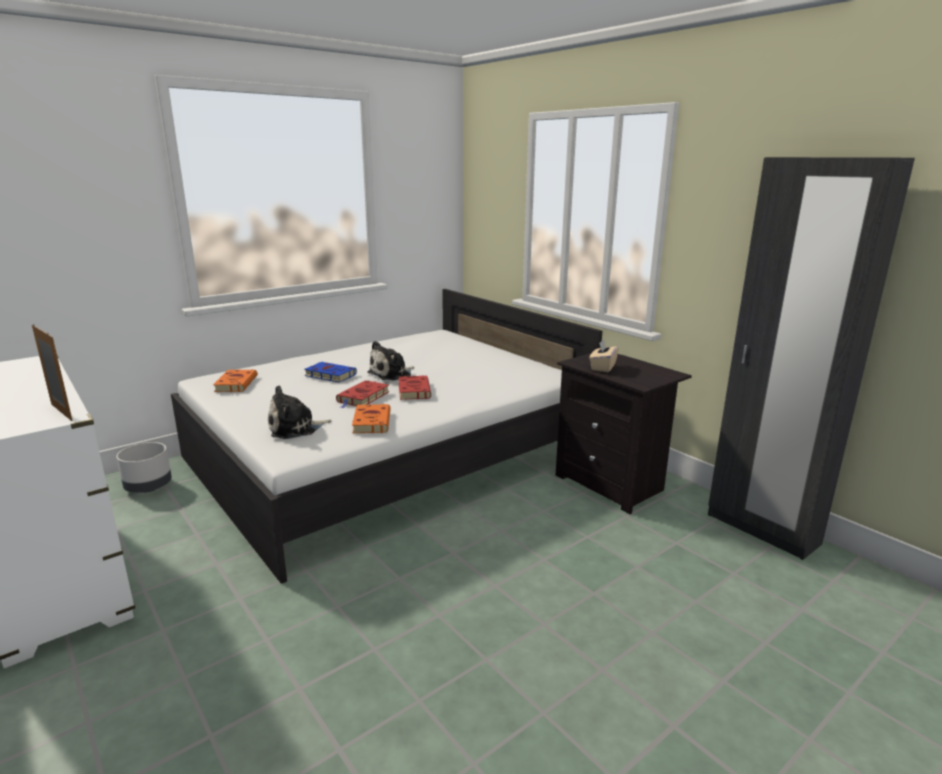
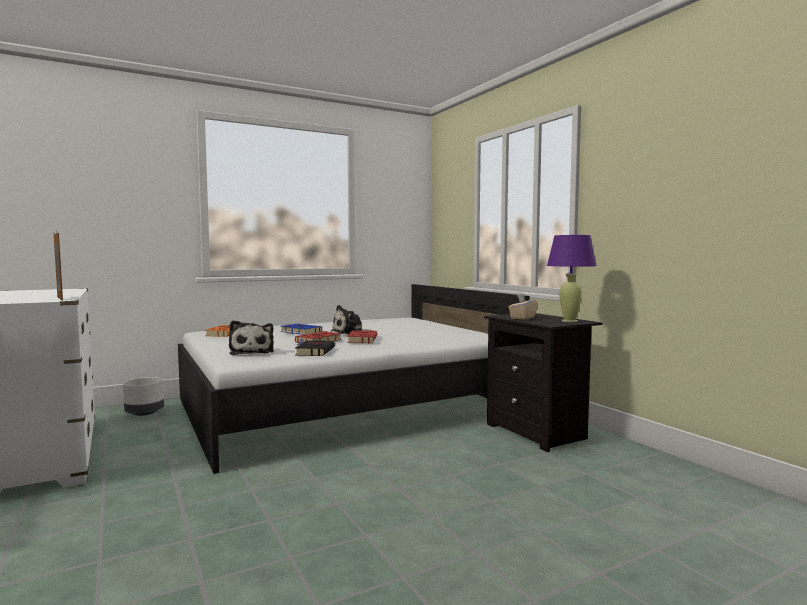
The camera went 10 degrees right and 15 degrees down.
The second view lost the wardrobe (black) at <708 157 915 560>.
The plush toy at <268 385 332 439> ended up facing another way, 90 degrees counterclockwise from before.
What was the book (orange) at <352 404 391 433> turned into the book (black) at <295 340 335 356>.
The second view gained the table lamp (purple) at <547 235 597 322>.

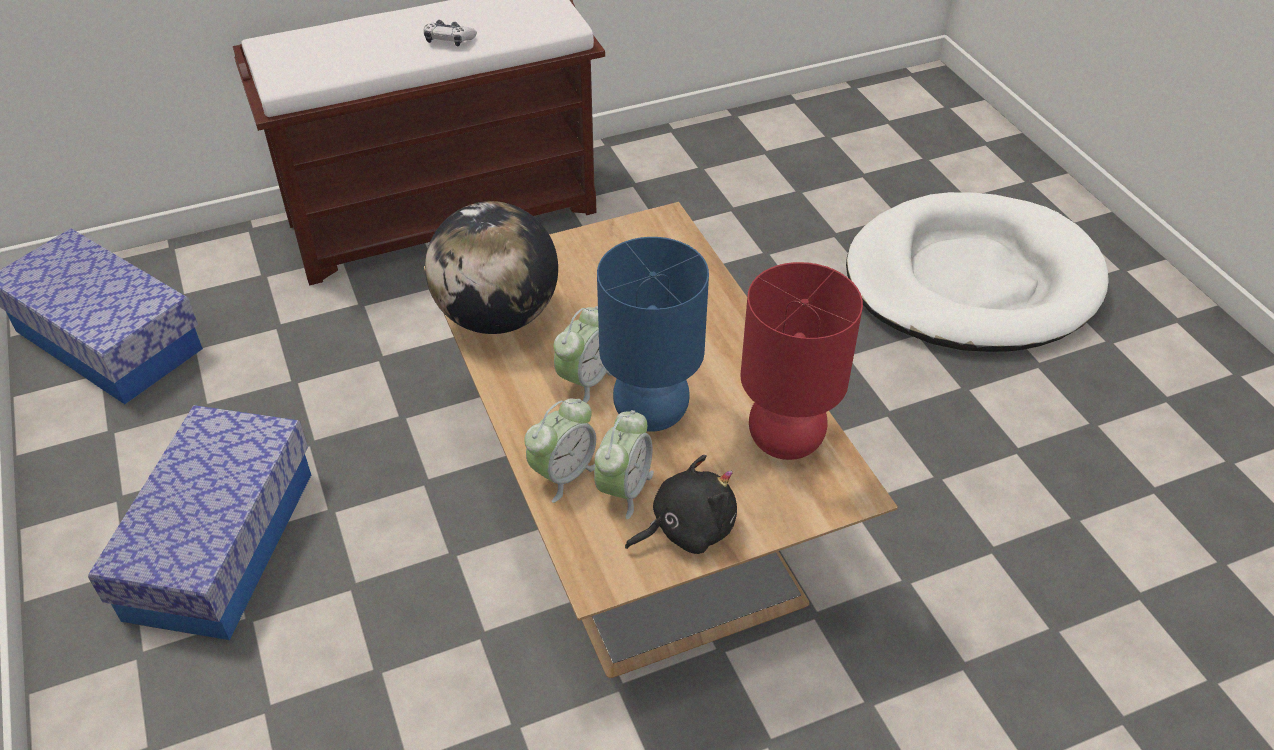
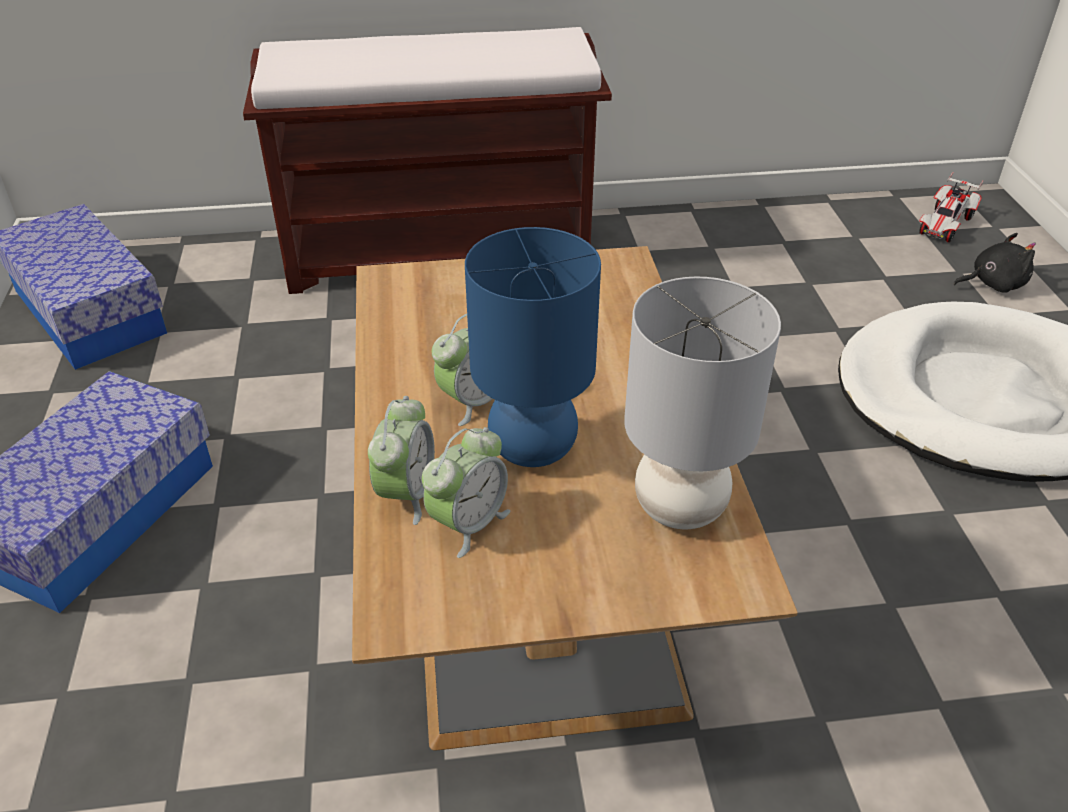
The camera went 15 degrees right and 5 degrees down.
The second view lost the game controller at <424 20 477 46>.
The second view lost the globe at <425 201 558 334>.
What was the table lamp (red) at <740 262 863 460> turned into the table lamp (grey) at <624 277 781 529>.
The alarm clock at <524 399 596 503> ended up facing another way, 45 degrees counterclockwise from before.
The plush toy (black) ended up elsewhere, having gone from <625 455 737 554> to <953 233 1036 293>.
The second view gained the toy car at <919 172 984 242>.

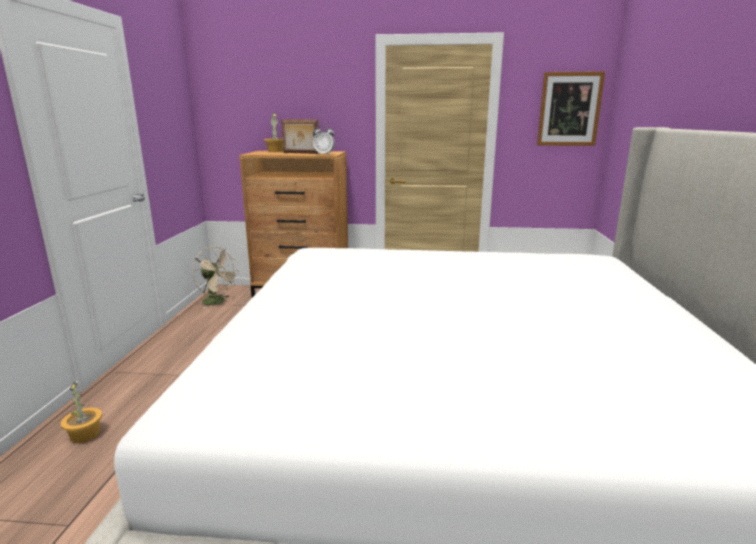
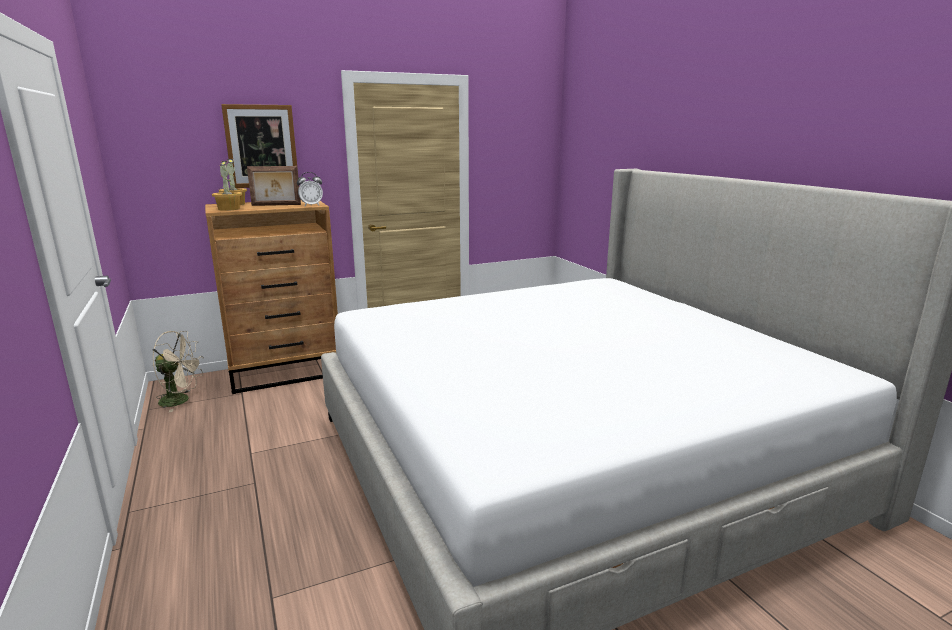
The camera went 30 degrees left and 0 degrees up.
The picture ended up elsewhere, having gone from <537 71 605 146> to <221 104 297 188>.
The potted plant ended up elsewhere, having gone from <61 382 103 443> to <212 161 242 211>.

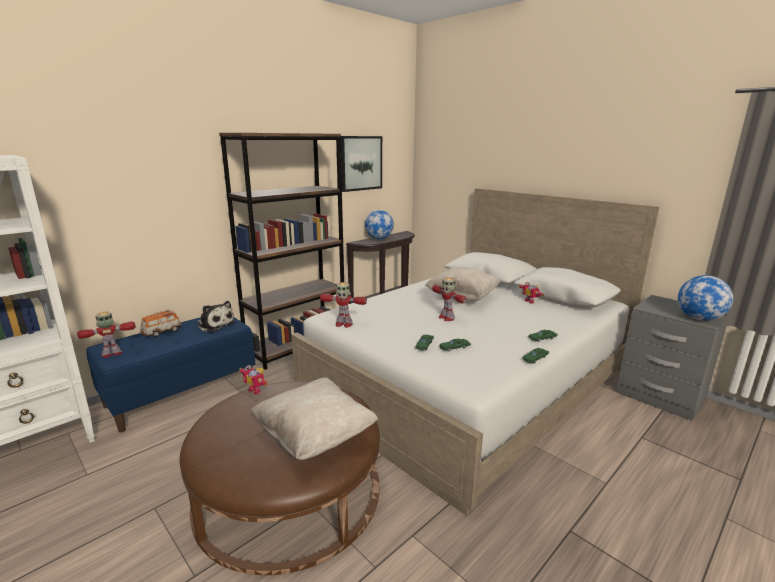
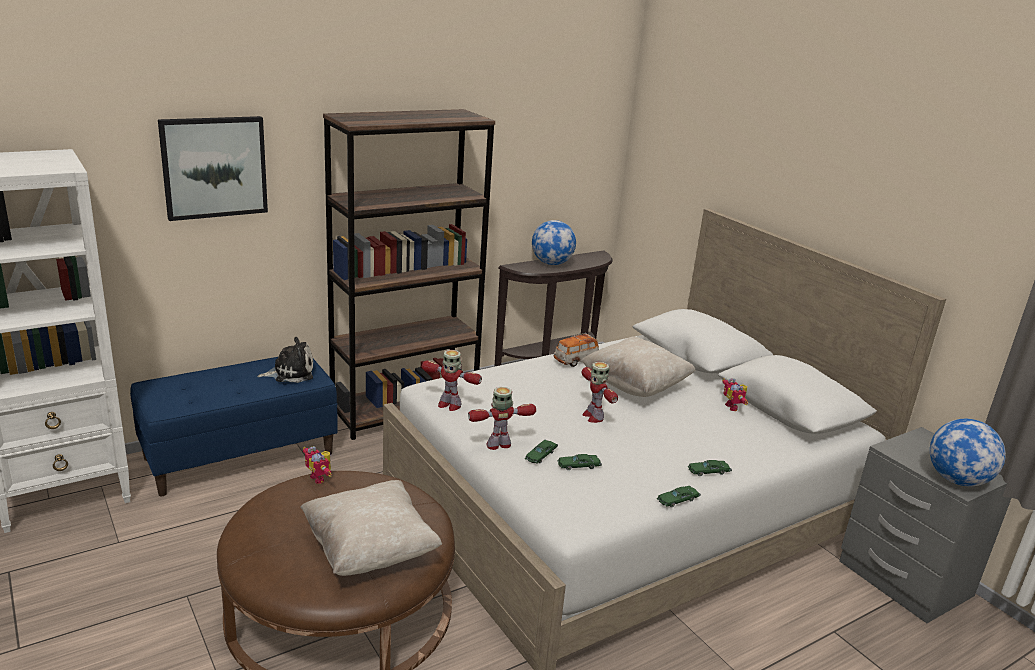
The camera went 10 degrees right and 5 degrees up.
The picture ended up elsewhere, having gone from <340 136 382 192> to <158 116 268 221>.
The plush toy at <197 301 235 332> ended up facing another way, 60 degrees counterclockwise from before.
The toy car ended up elsewhere, having gone from <140 309 181 337> to <554 333 599 367>.
The toy robot ended up elsewhere, having gone from <77 312 136 358> to <468 387 536 450>.

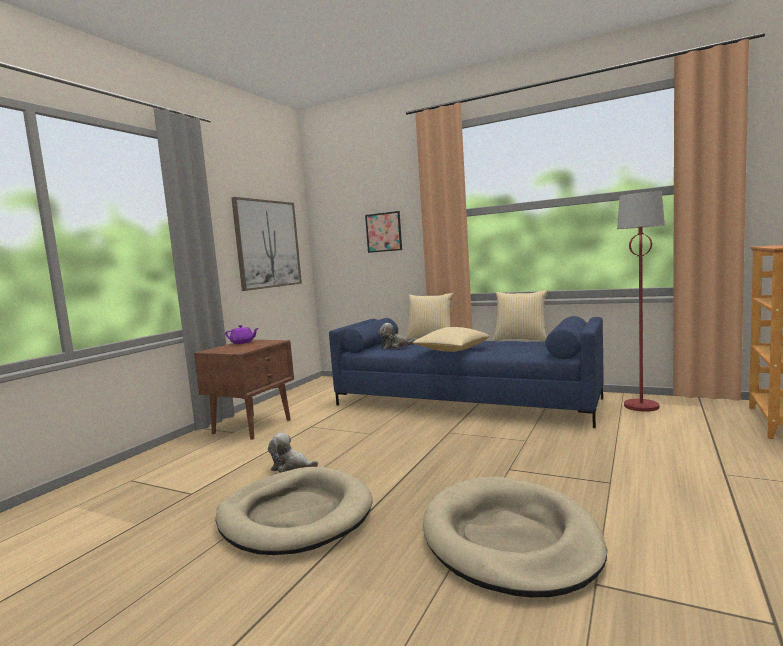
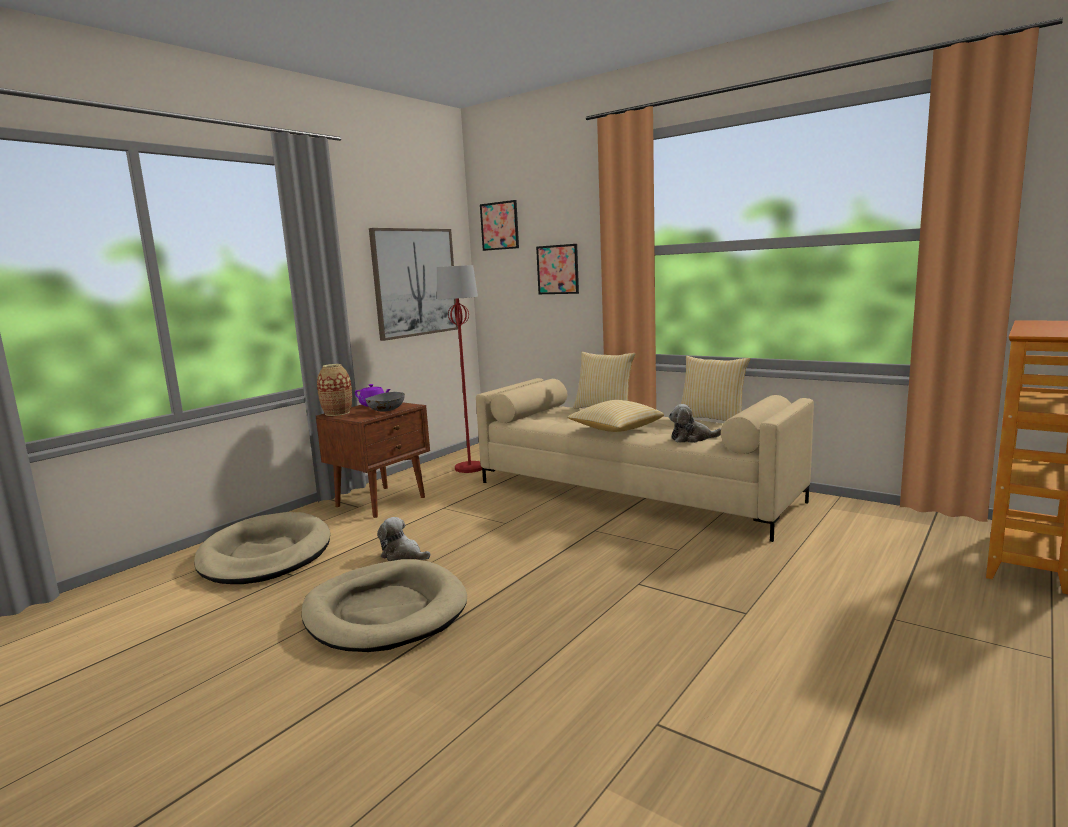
The camera went 10 degrees right and 5 degrees up.
The floor lamp (red) ended up elsewhere, having gone from <617 192 665 412> to <437 265 482 473>.
What was the sofa (blue) at <329 316 604 428> turned into the sofa (beige) at <476 378 814 542>.
The plush toy ended up elsewhere, having gone from <378 323 415 349> to <669 404 721 443>.
The dog bed (beige) ended up elsewhere, having gone from <423 477 607 597> to <194 512 331 584>.
The second view gained the picture at <480 200 519 251>.
The second view gained the vase at <317 364 352 416>.
The second view gained the bowl (grey) at <365 392 405 412>.

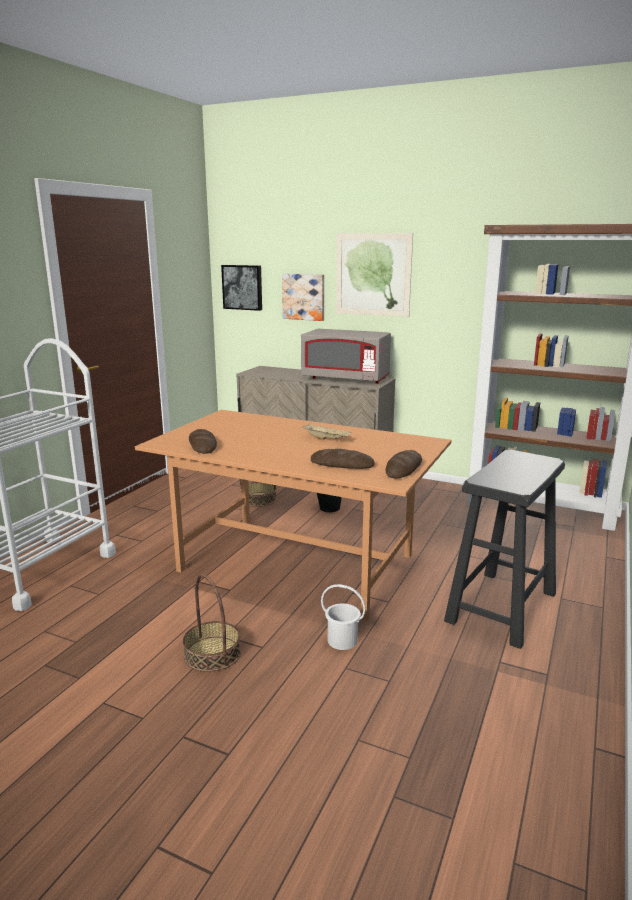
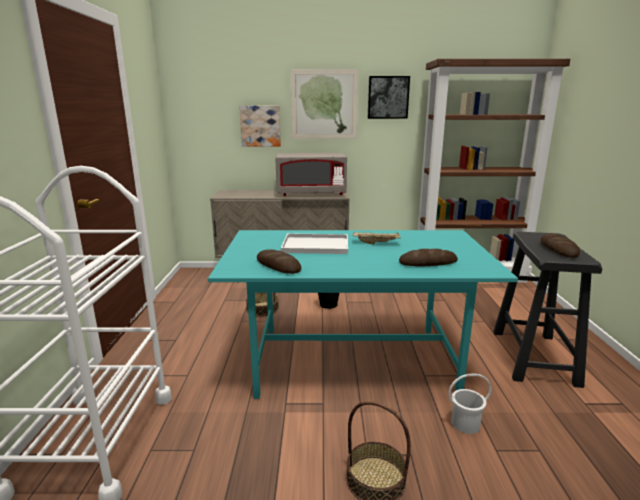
The camera went 25 degrees left and 0 degrees up.
The picture ended up elsewhere, having gone from <221 265 262 311> to <368 76 410 119>.
What was the dining table (brown) at <135 410 451 621> turned into the dining table (turquoise) at <208 230 518 399>.
The bread ended up elsewhere, having gone from <385 450 422 479> to <541 233 580 258>.
The second view gained the tray (white) at <281 233 348 254>.

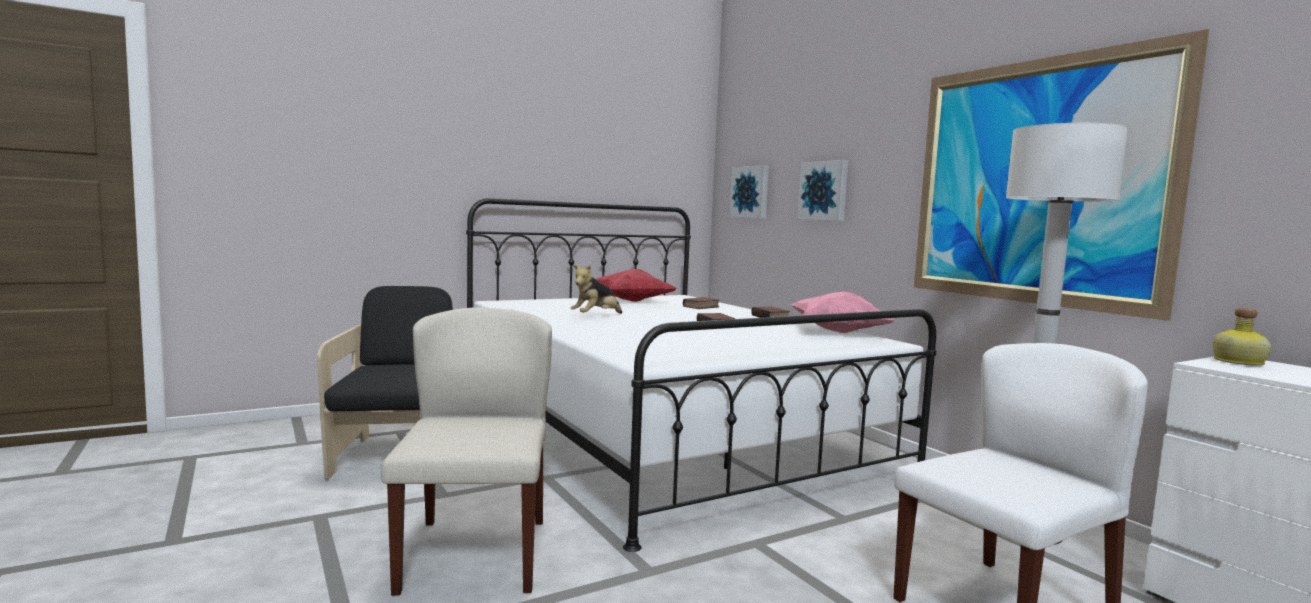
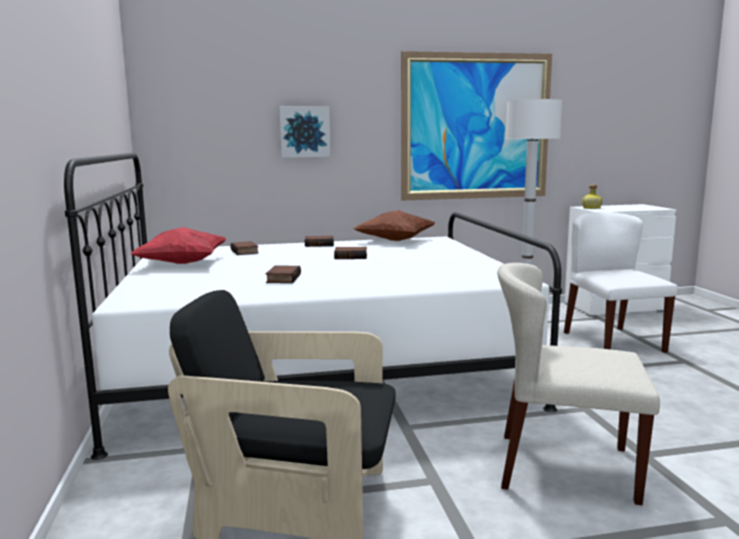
The camera went 70 degrees left and 5 degrees up.
The second view lost the picture at <730 165 769 218>.
Where the plush toy stood at <571 264 622 314>, the book came to stand at <266 266 301 283>.
What was the pillow (pink) at <791 292 895 333> turned into the pillow (brown) at <354 210 435 241>.

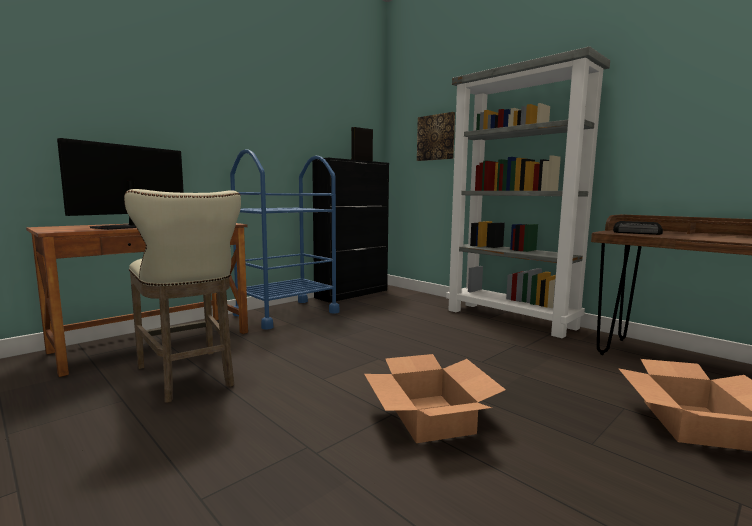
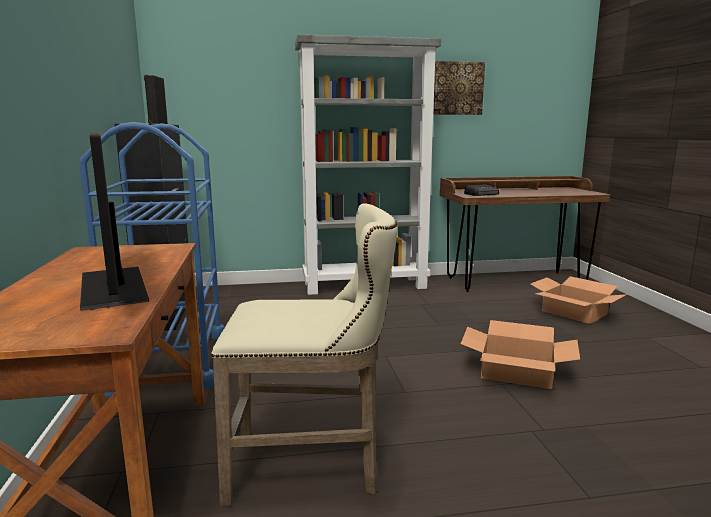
The camera went 55 degrees left and 5 degrees up.
The picture ended up elsewhere, having gone from <417 112 455 161> to <433 61 485 115>.

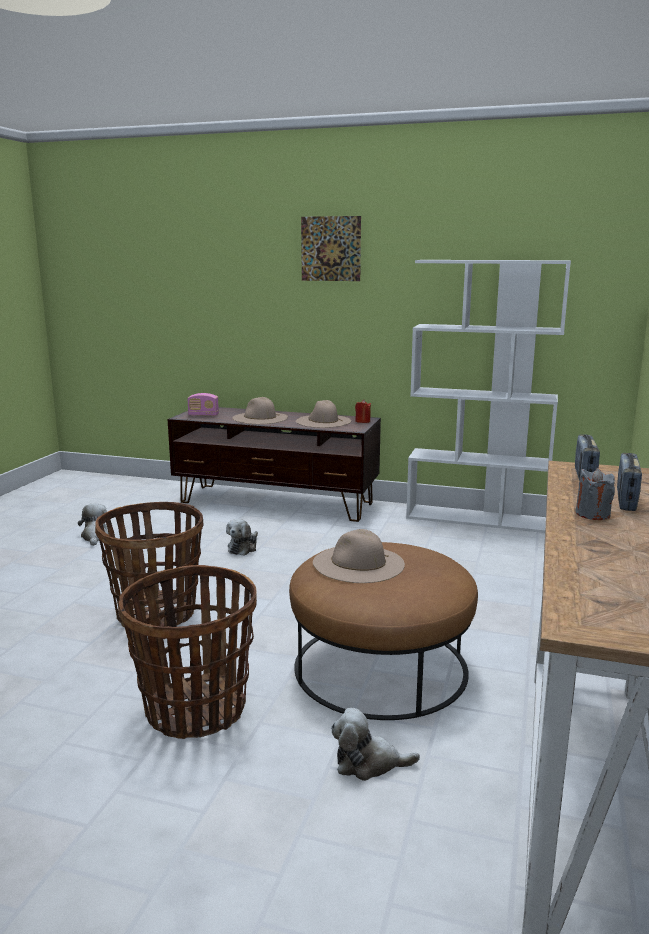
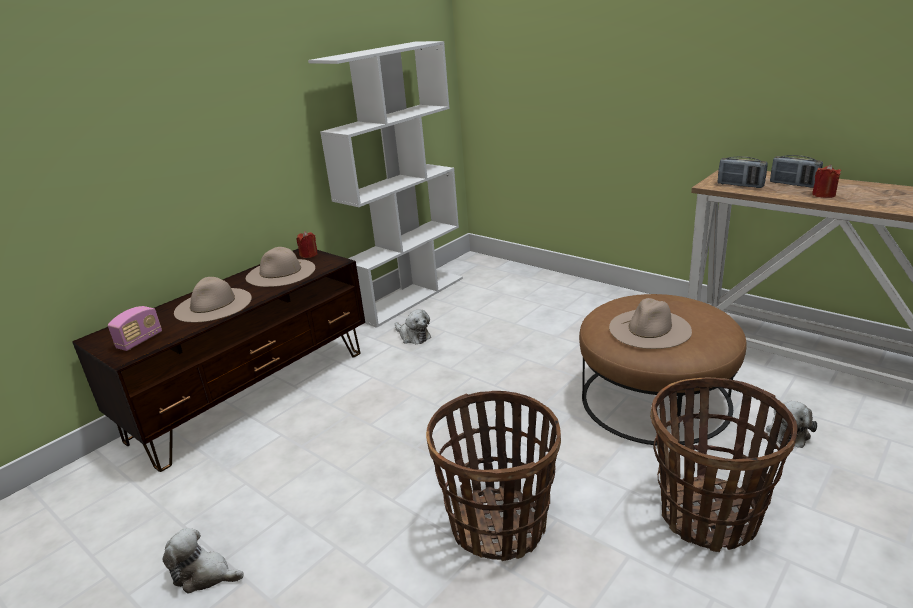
The camera went 65 degrees left and 10 degrees up.
The second view lost the picture at <301 216 361 281>.
What was the candle (grey) at <575 468 615 520> turned into the candle (red) at <812 165 841 198>.
The plush toy ended up elsewhere, having gone from <226 519 258 556> to <395 309 431 344>.

